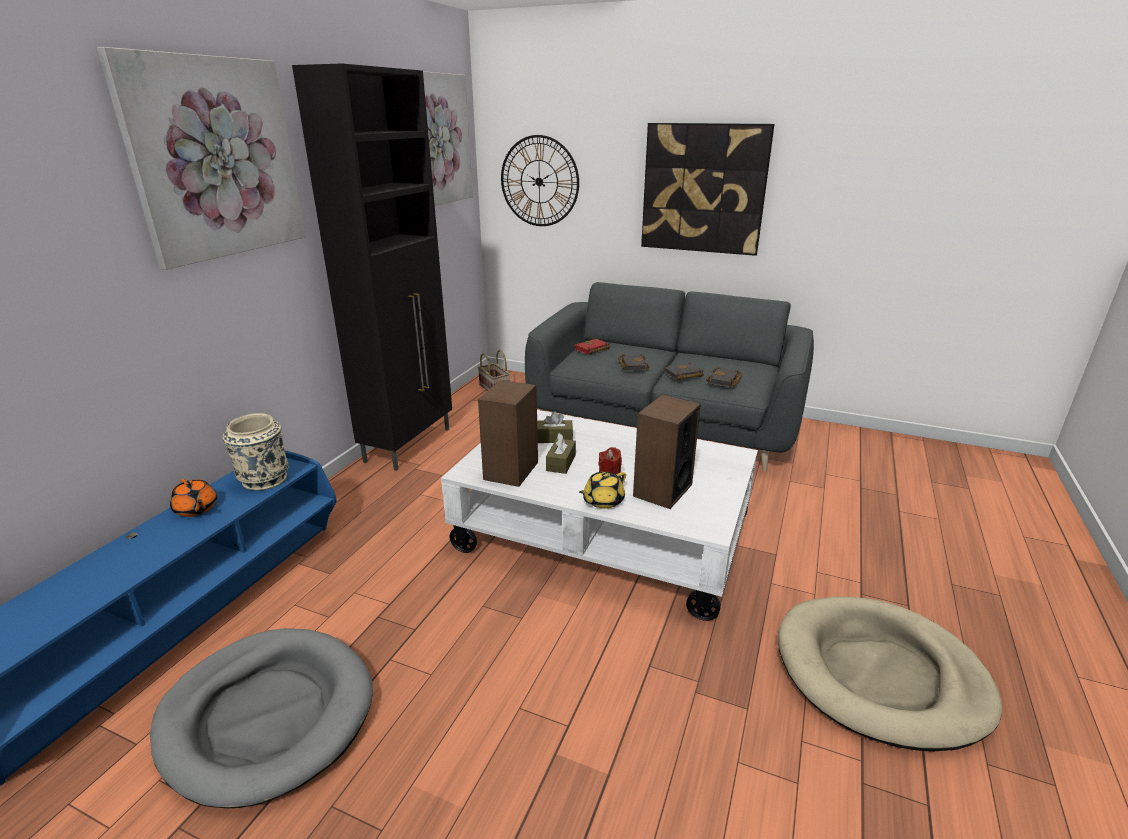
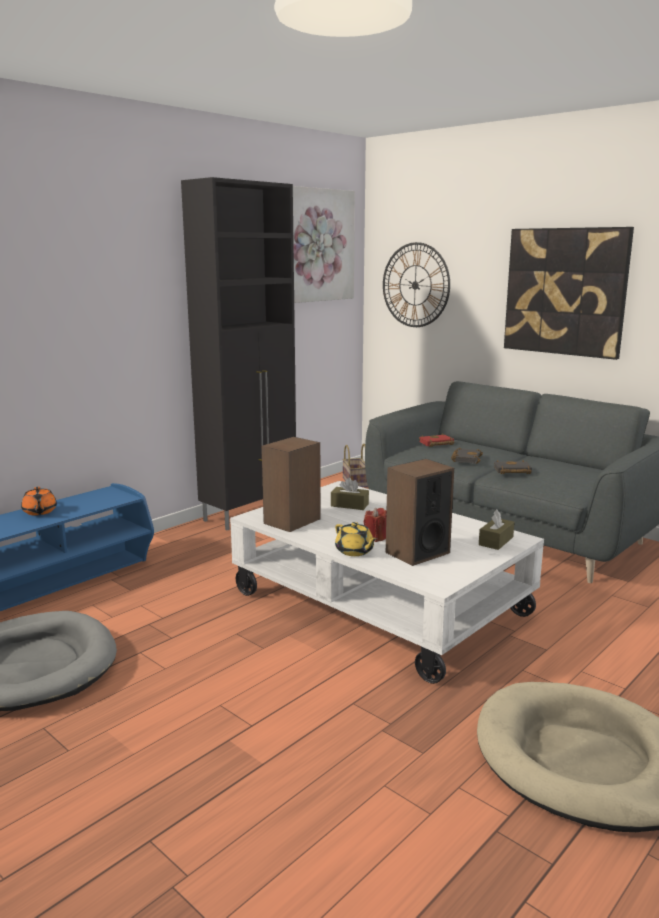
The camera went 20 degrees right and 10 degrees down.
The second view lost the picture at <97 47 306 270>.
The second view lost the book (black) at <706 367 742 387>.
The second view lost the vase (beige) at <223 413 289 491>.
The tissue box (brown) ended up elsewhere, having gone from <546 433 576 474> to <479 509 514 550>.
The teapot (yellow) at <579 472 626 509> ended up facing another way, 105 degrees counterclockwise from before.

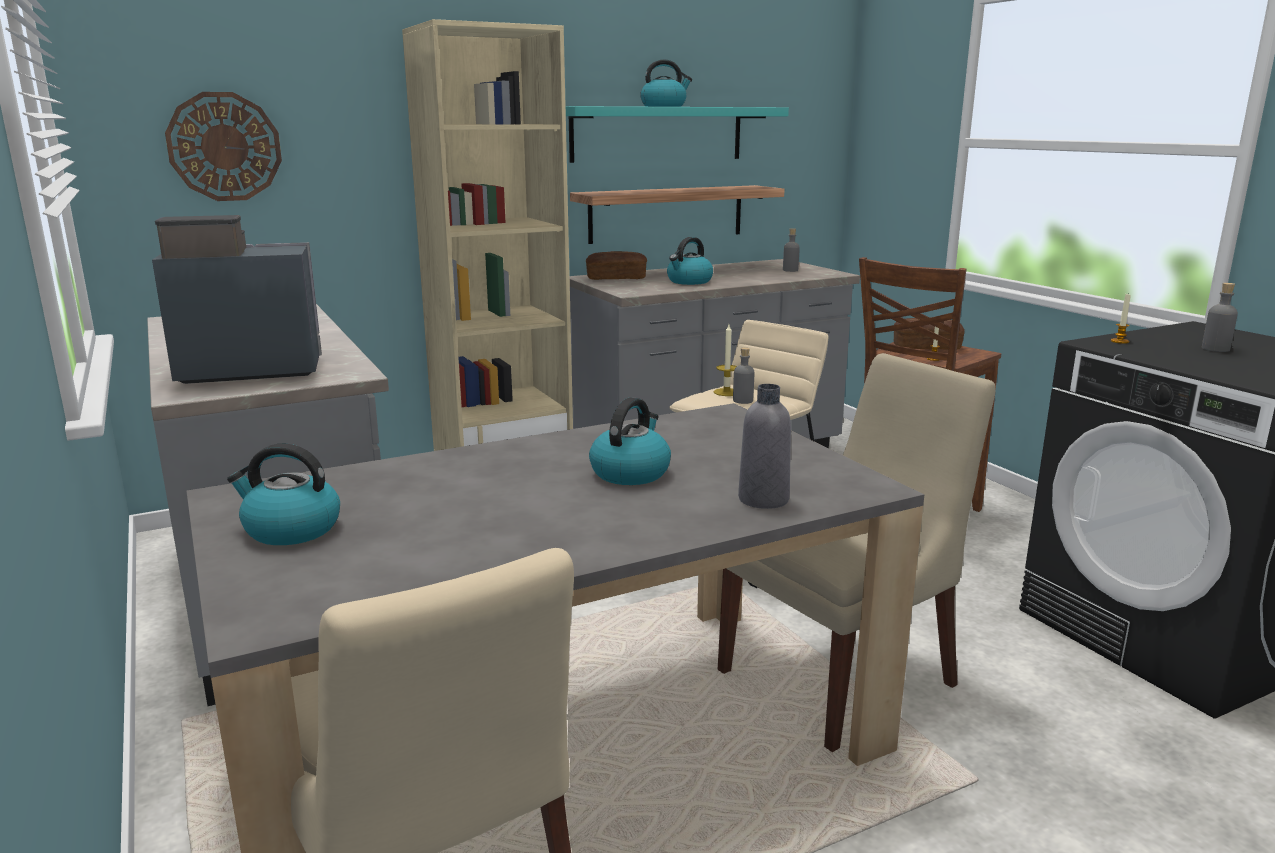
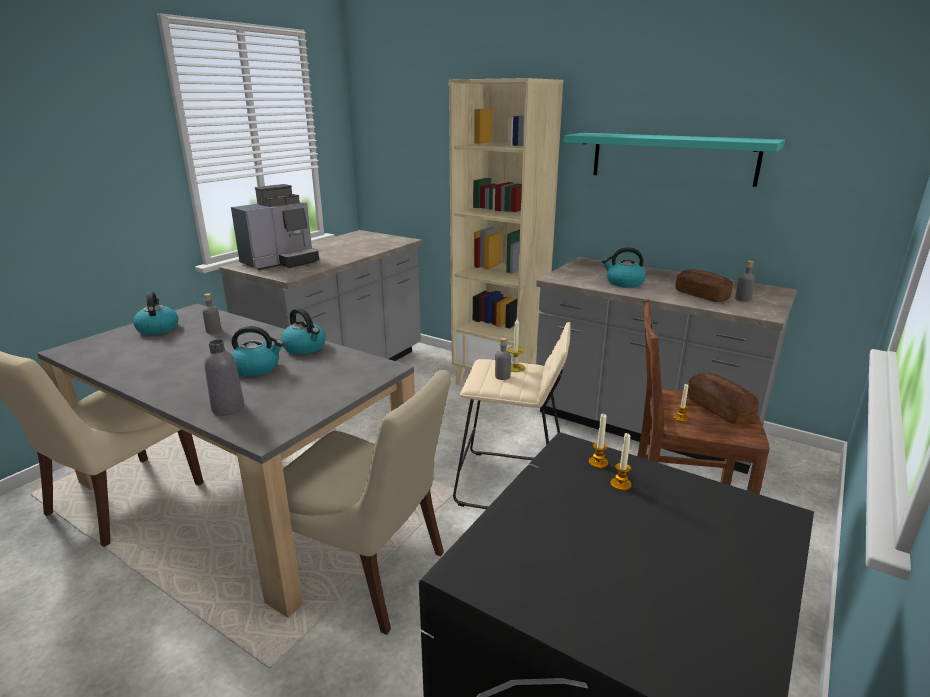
The camera went 60 degrees right and 5 degrees up.
The kettle ended up elsewhere, having gone from <640 60 692 107> to <281 308 326 354>.
The second view lost the wall clock at <165 92 282 201>.
The second view lost the shelf at <570 185 785 244>.
The coffee machine at <152 215 322 384> ended up facing another way, 90 degrees clockwise from before.
The bread ended up elsewhere, having gone from <586 251 647 280> to <676 269 733 302>.
The bottle (grey) ended up elsewhere, having gone from <1202 283 1238 352> to <202 293 221 334>.
The second view gained the candle at <611 433 631 491>.

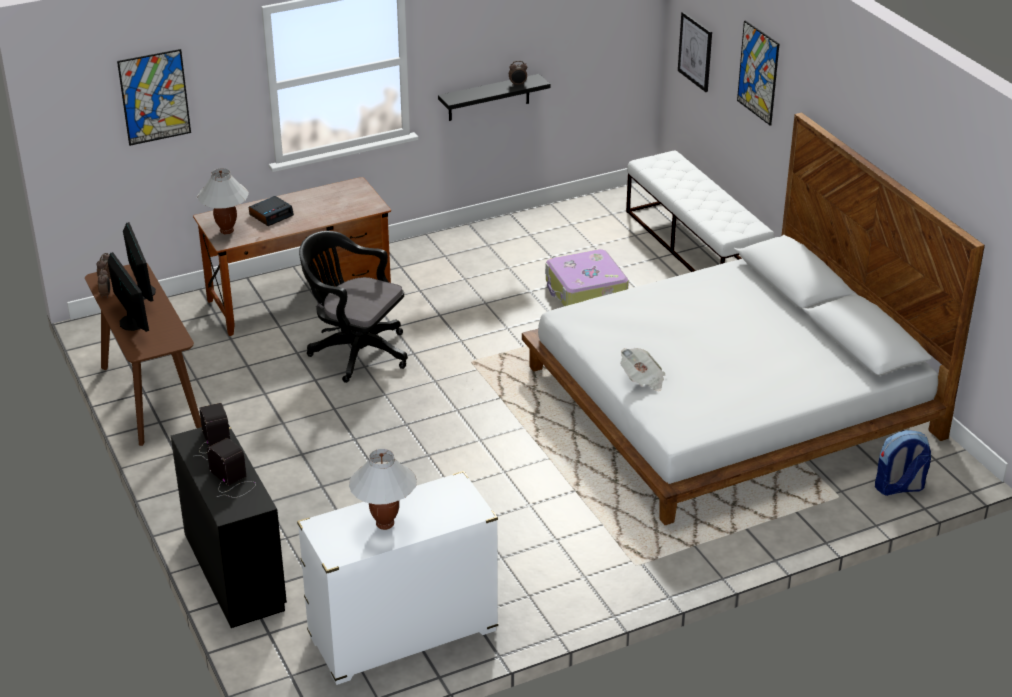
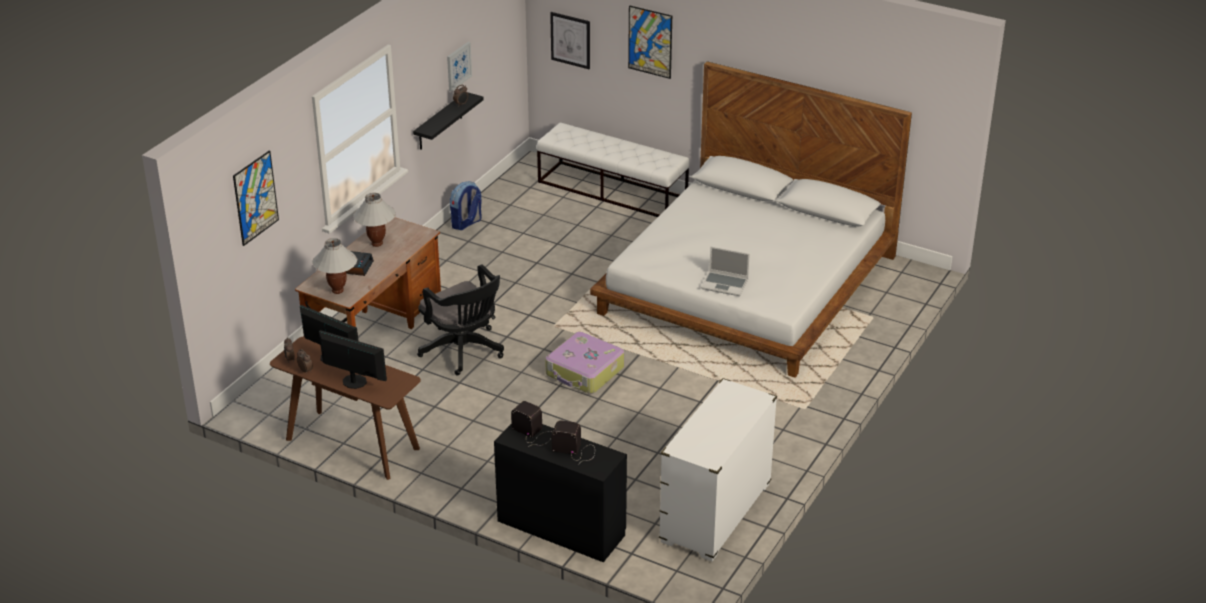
The camera went 35 degrees left and 0 degrees up.
The office chair (black) at <299 231 408 383> ended up facing another way, 120 degrees counterclockwise from before.
The suitcase ended up elsewhere, having gone from <545 249 629 306> to <545 332 624 394>.
Where the newspaper stood at <620 348 666 391>, the laptop came to stand at <701 247 750 296>.
The backpack ended up elsewhere, having gone from <875 430 931 496> to <450 181 482 230>.
The table lamp (white) ended up elsewhere, having gone from <349 449 417 530> to <353 193 396 247>.
The second view gained the picture at <447 42 472 92>.

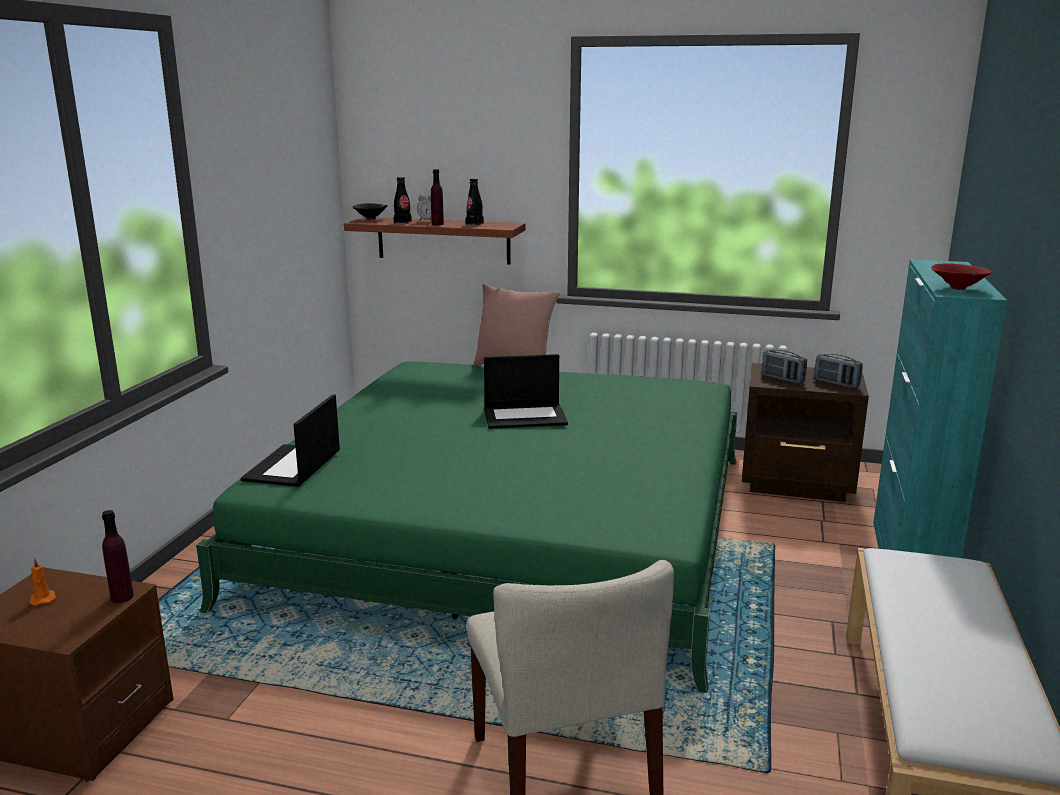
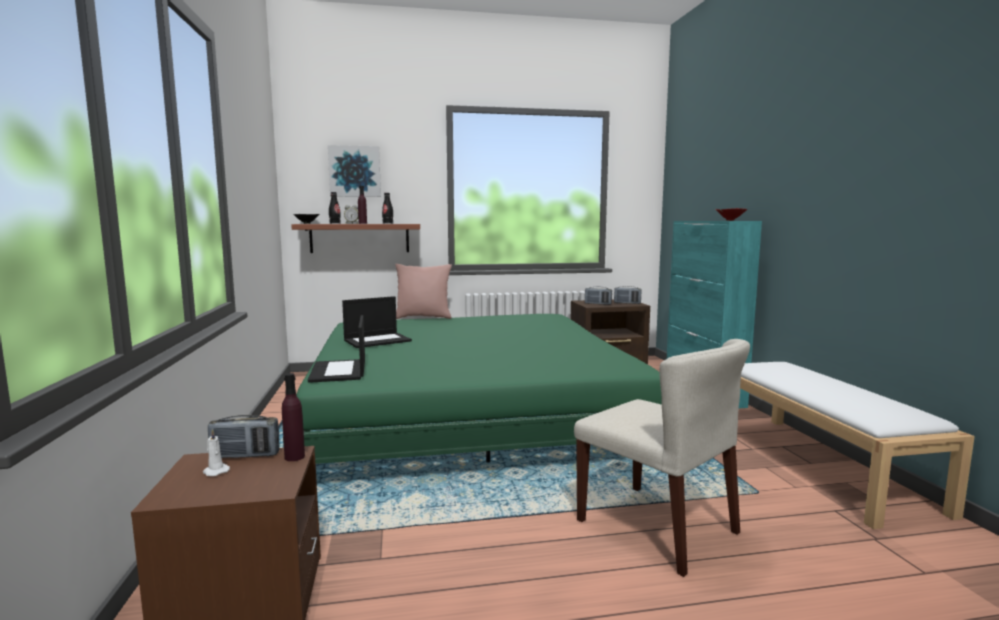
The camera went 25 degrees left and 10 degrees down.
The laptop ended up elsewhere, having gone from <484 354 568 429> to <342 296 412 348>.
What was the candle (orange) at <29 558 56 605> turned into the candle (white) at <203 429 230 476>.
The second view gained the picture at <328 145 381 197>.
The second view gained the radio at <208 415 279 458>.

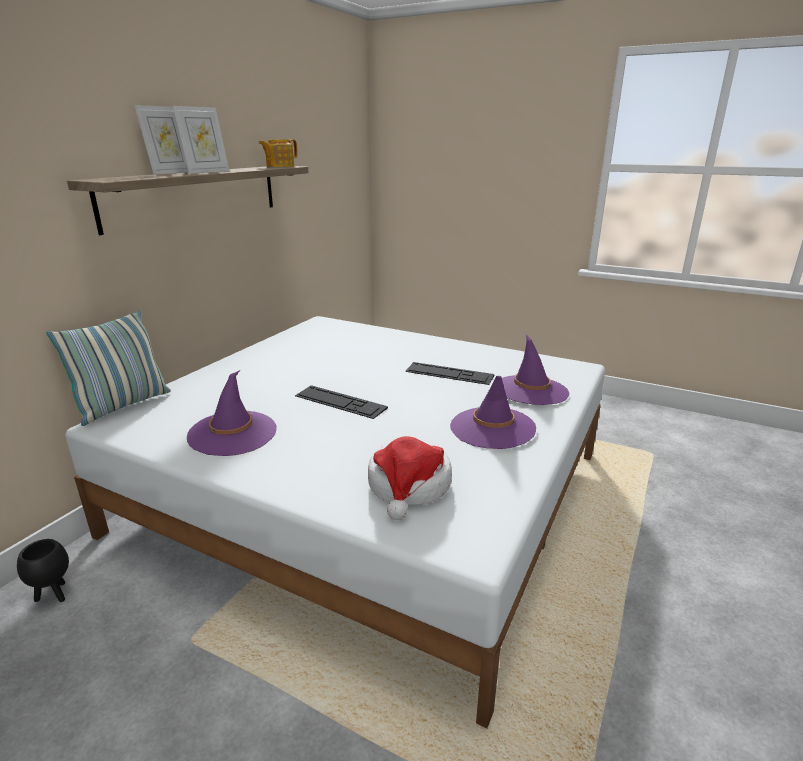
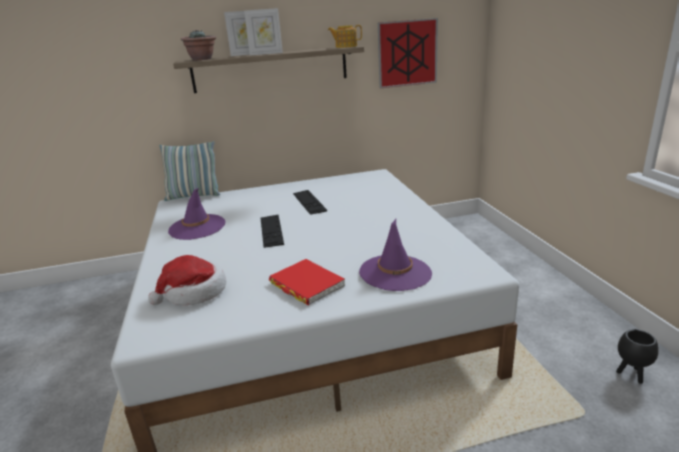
The camera went 50 degrees right and 0 degrees up.
The keyboard ended up elsewhere, having gone from <405 362 494 385> to <293 190 327 215>.
Where the hat (purple) stood at <450 376 536 449>, the book (red) came to stand at <269 259 345 305>.
The planter (black) ended up elsewhere, having gone from <17 539 69 602> to <616 329 659 384>.
The second view gained the picture at <378 18 438 88>.
The second view gained the potted plant at <181 30 216 60>.

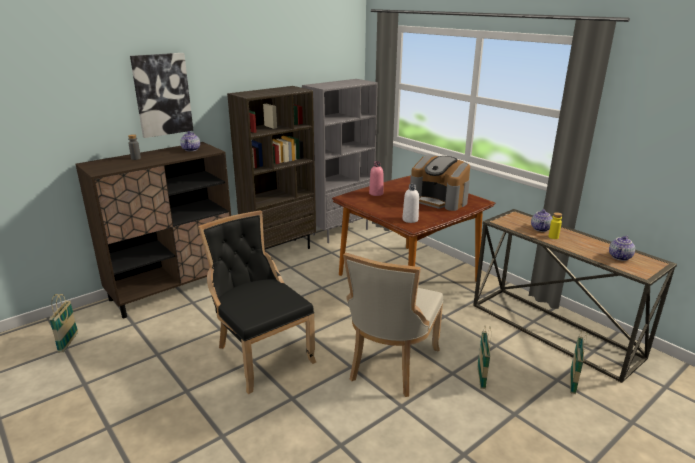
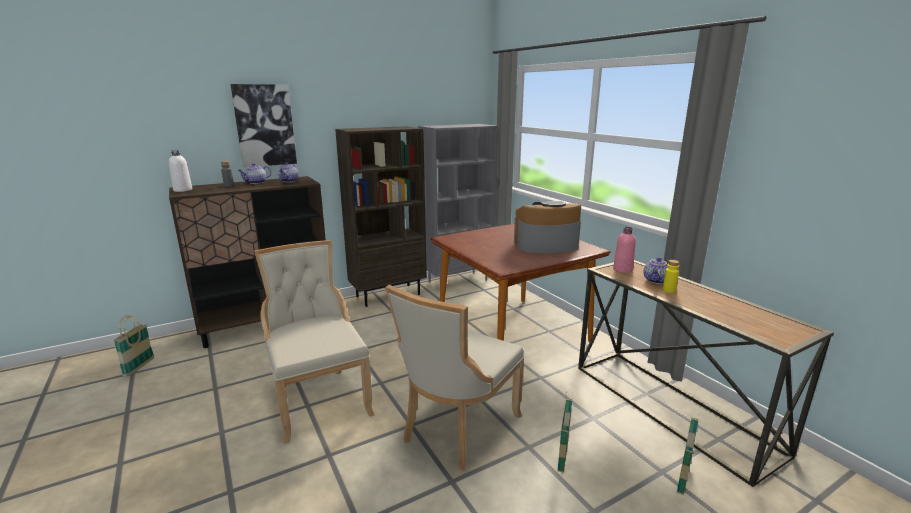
The camera went 10 degrees right and 5 degrees down.
The coffee machine at <410 156 470 211> ended up facing another way, 120 degrees clockwise from before.
The bottle (pink) ended up elsewhere, having gone from <369 161 383 196> to <613 227 636 273>.
The bottle (white) ended up elsewhere, having gone from <402 184 419 223> to <169 150 192 192>.
What was the chair (black) at <198 211 316 394> turned into the chair (beige) at <254 240 375 444>.
The teapot ended up elsewhere, having gone from <609 235 635 261> to <238 163 271 184>.

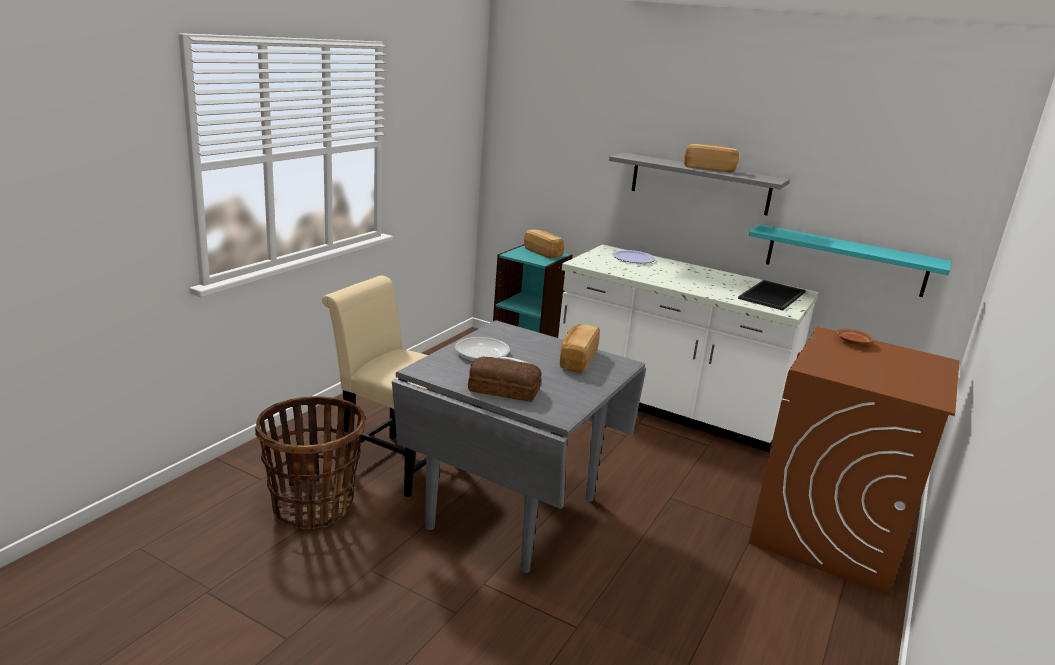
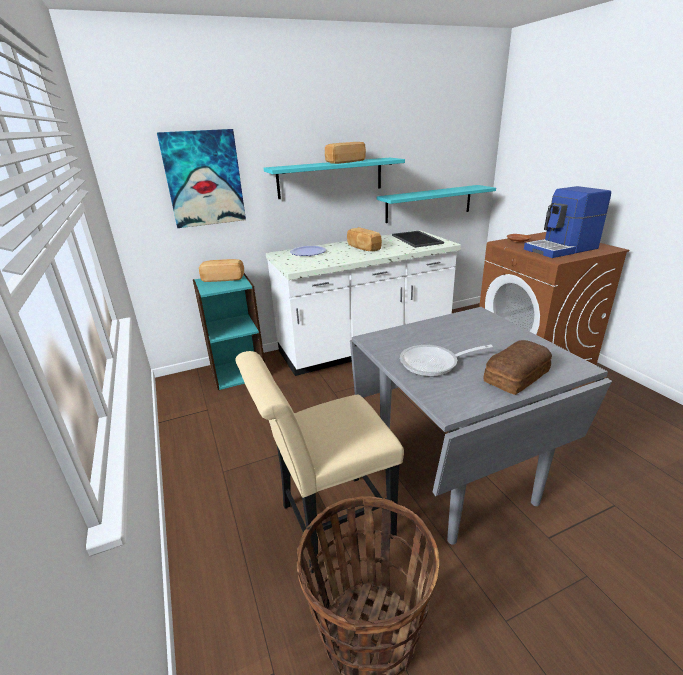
The camera went 50 degrees left and 5 degrees up.
What was the shelf (grey) at <609 153 790 216> turned into the shelf (turquoise) at <264 158 405 199>.
The bread ended up elsewhere, having gone from <560 324 600 373> to <347 227 382 251>.
The second view gained the picture at <157 129 246 228>.
The second view gained the coffee machine at <524 186 611 258>.

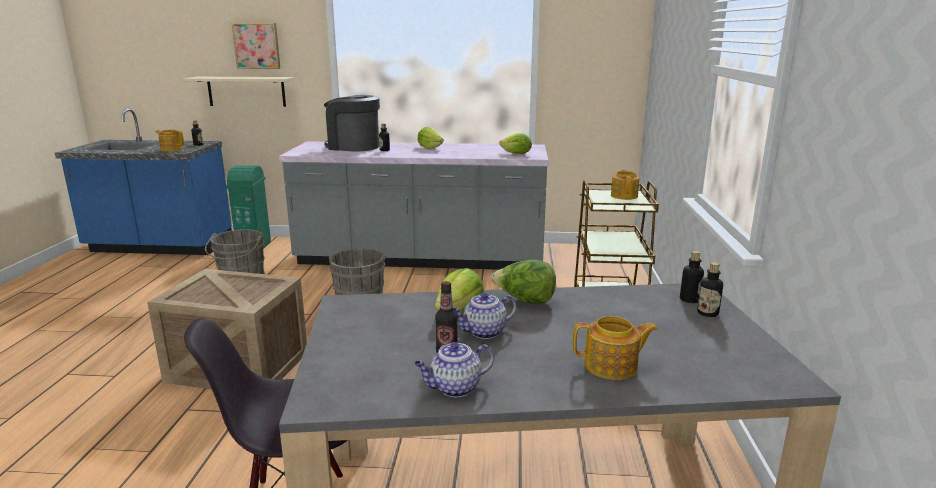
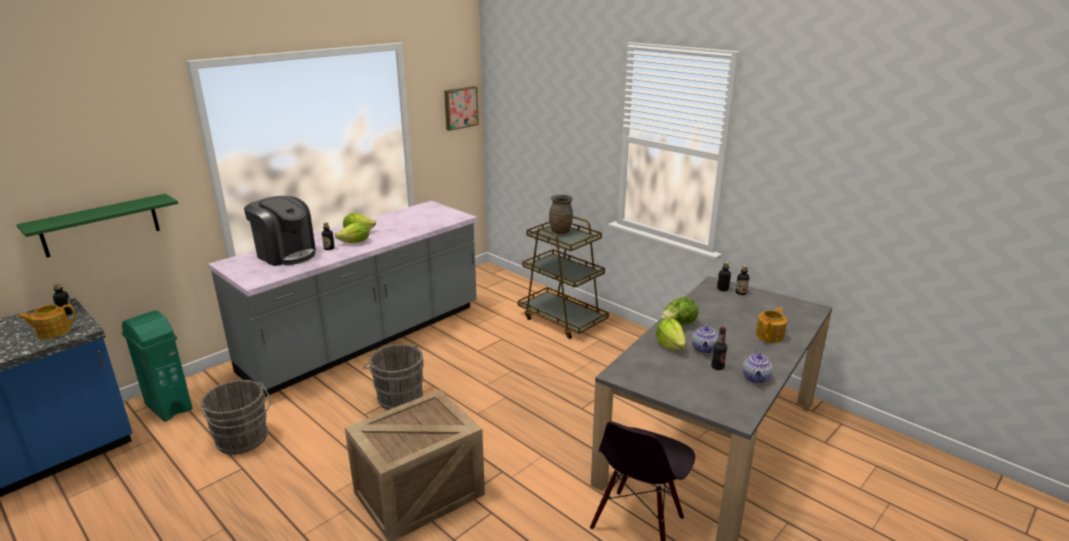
The camera went 50 degrees left and 5 degrees up.
The picture ended up elsewhere, having gone from <232 23 280 69> to <444 86 479 131>.
What was the shelf (beige) at <183 77 294 107> turned into the shelf (green) at <17 194 178 257>.
The coffee machine at <324 95 380 152> ended up facing another way, 120 degrees counterclockwise from before.
The lettuce ended up elsewhere, having gone from <499 133 532 154> to <335 222 369 243>.
Where the teapot stood at <611 169 639 200>, the vase (brown) came to stand at <549 195 573 234>.

